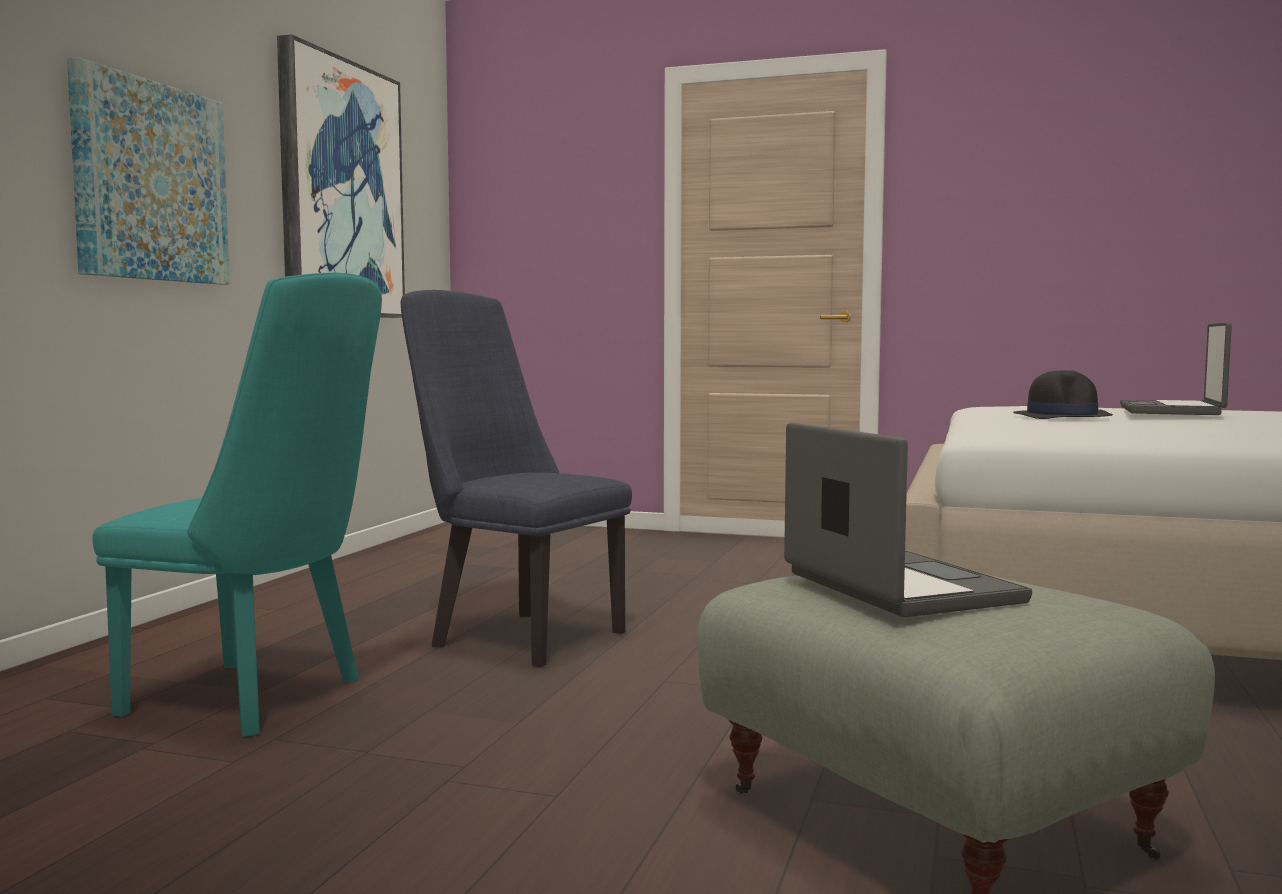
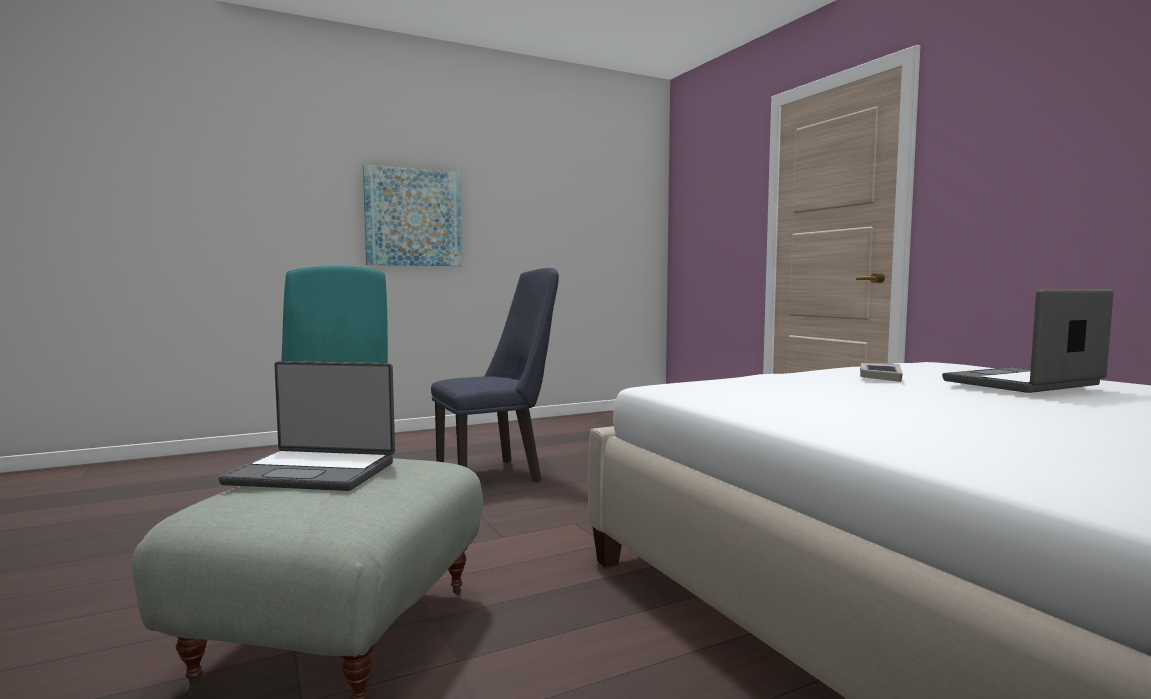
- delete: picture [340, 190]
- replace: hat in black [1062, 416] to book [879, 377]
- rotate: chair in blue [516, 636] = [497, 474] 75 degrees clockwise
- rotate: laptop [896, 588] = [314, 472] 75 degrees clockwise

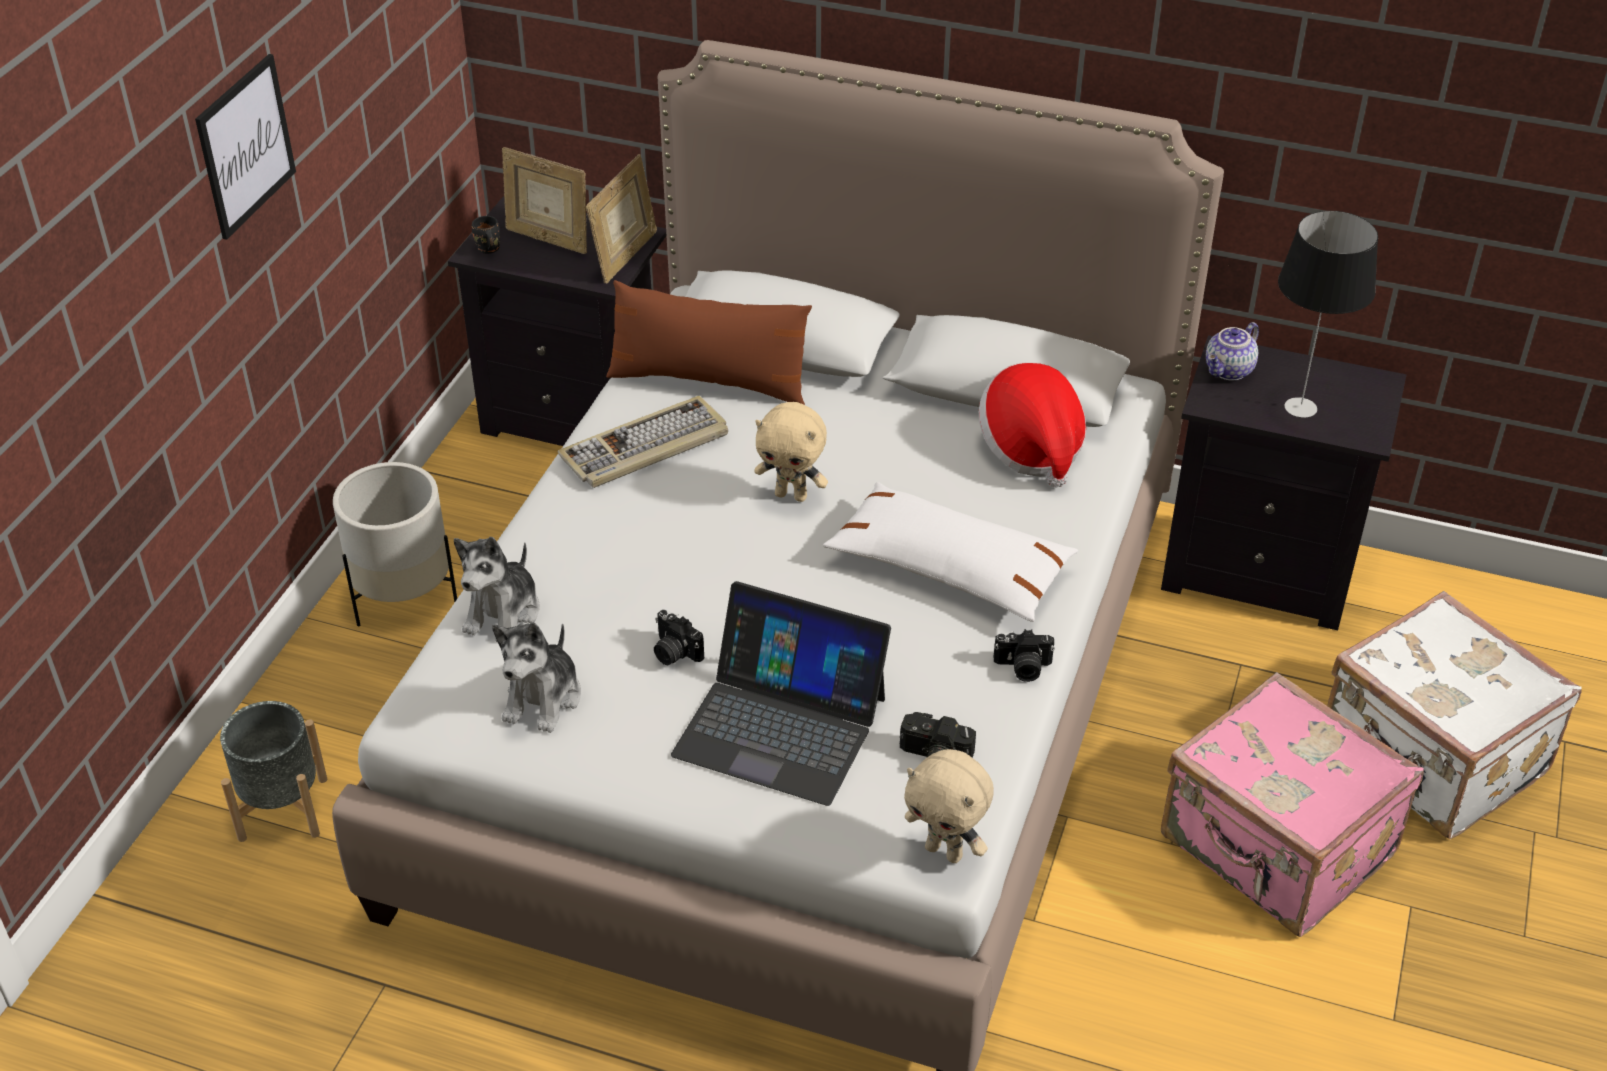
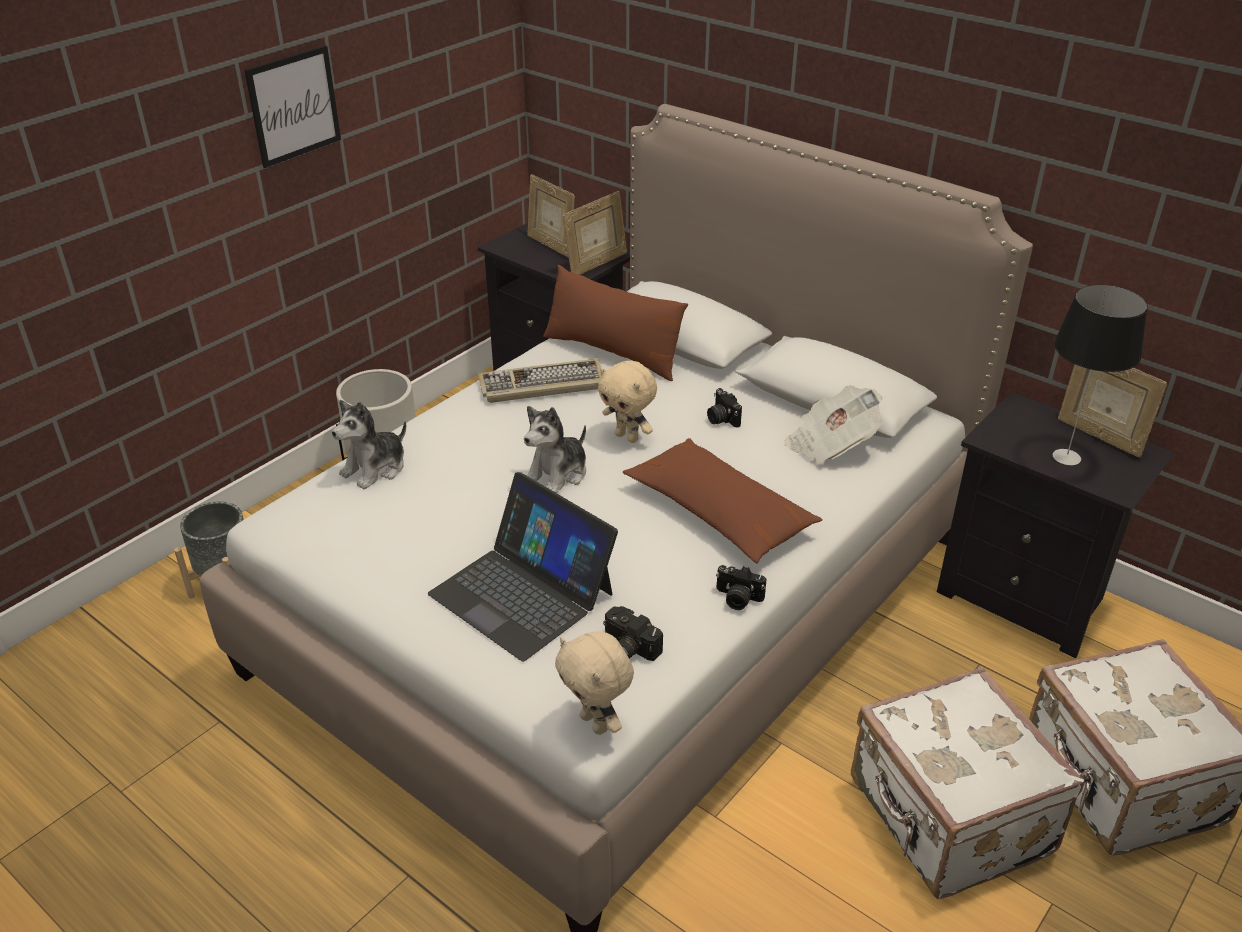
- delete: mug in black [487, 249]
- delete: teapot [1229, 371]
- insert: picture frame [1099, 436]
- move: plush toy [543, 698] to [558, 474]
- move: photo camera [674, 652] to [721, 419]
- replace: hat [1031, 448] to newspaper [830, 444]
- recolor: pillow in white [949, 568] to pillow in brown [719, 513]
- recolor: suitcase in pink [1275, 849] to suitcase in white [947, 819]

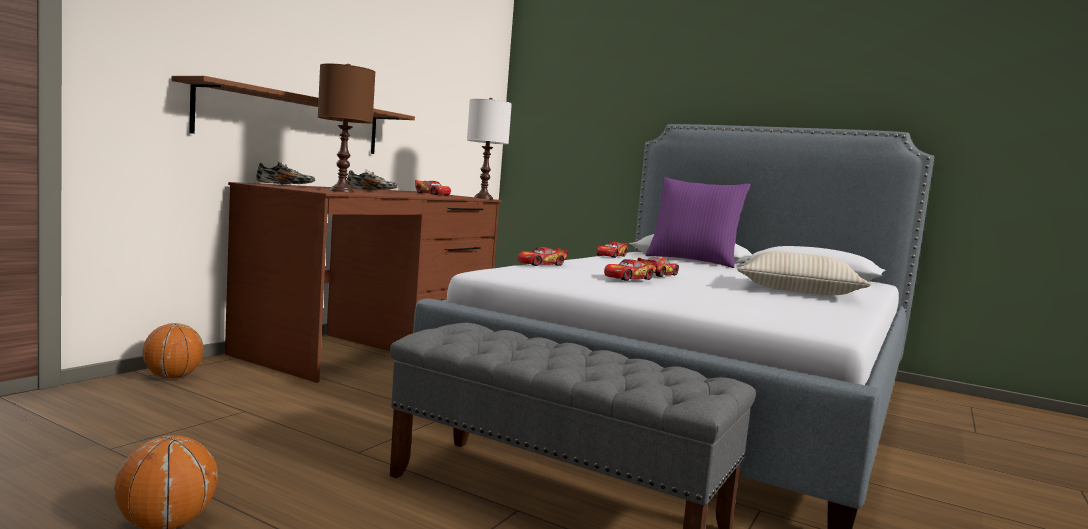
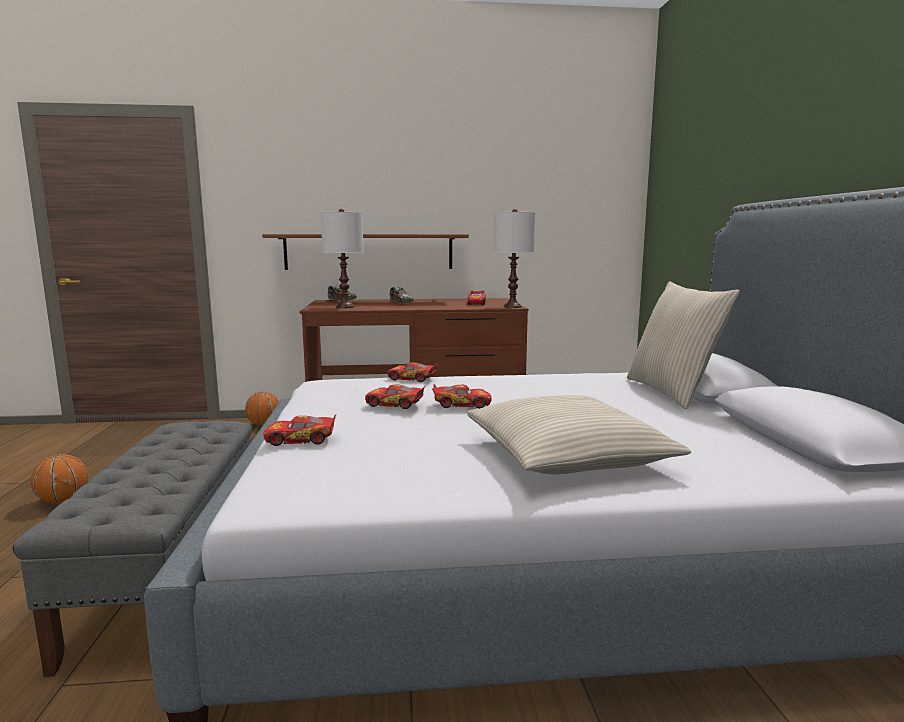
- move: toy car [611, 255] to [300, 439]
- recolor: table lamp in brown [341, 191] to table lamp in white [345, 307]
- recolor: pillow in purple [692, 261] to pillow in beige [672, 392]

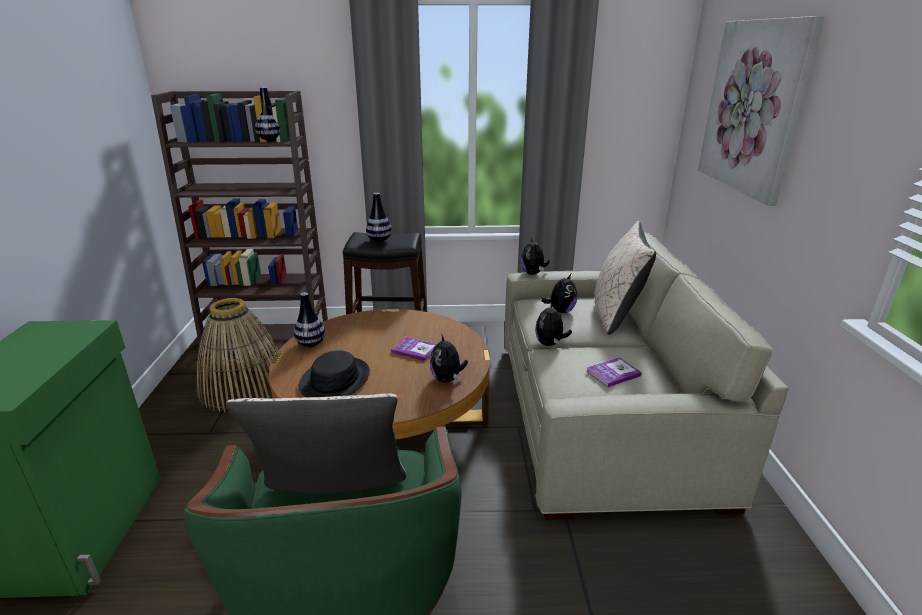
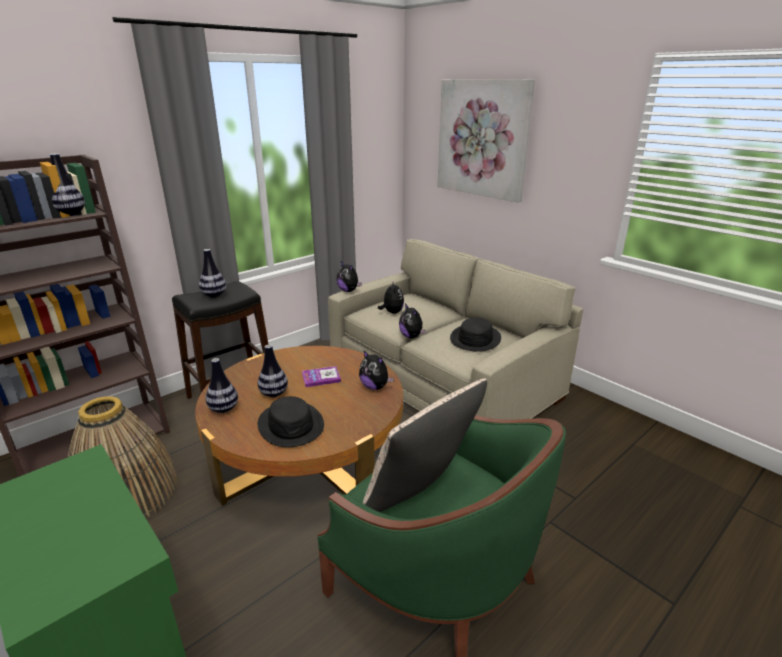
- delete: pillow in beige [616, 314]
- insert: vase [274, 393]
- replace: book [613, 373] to hat in black [475, 339]

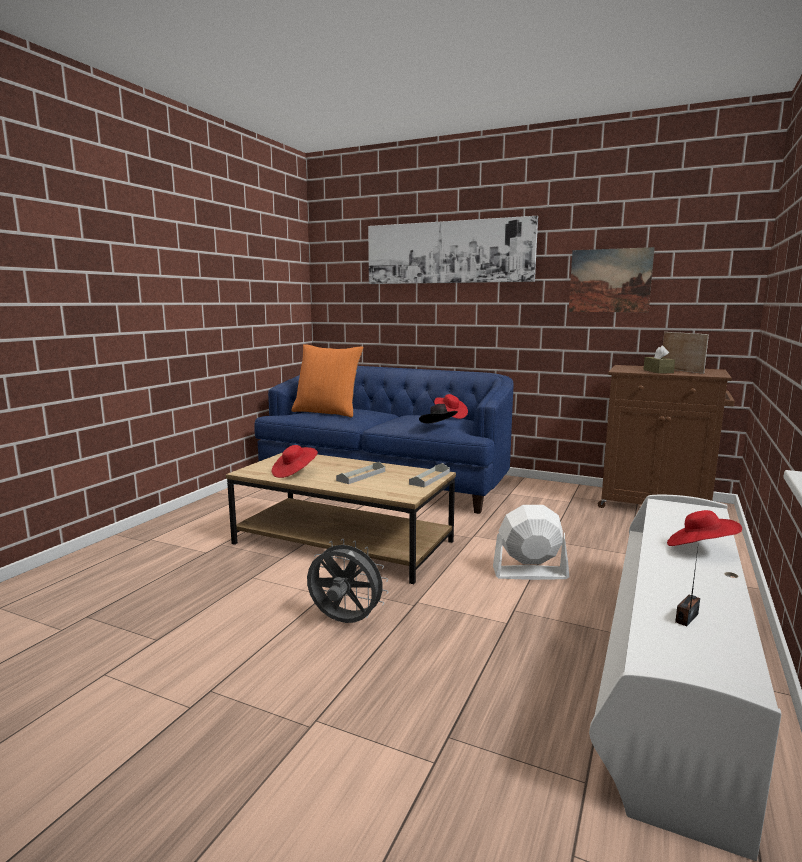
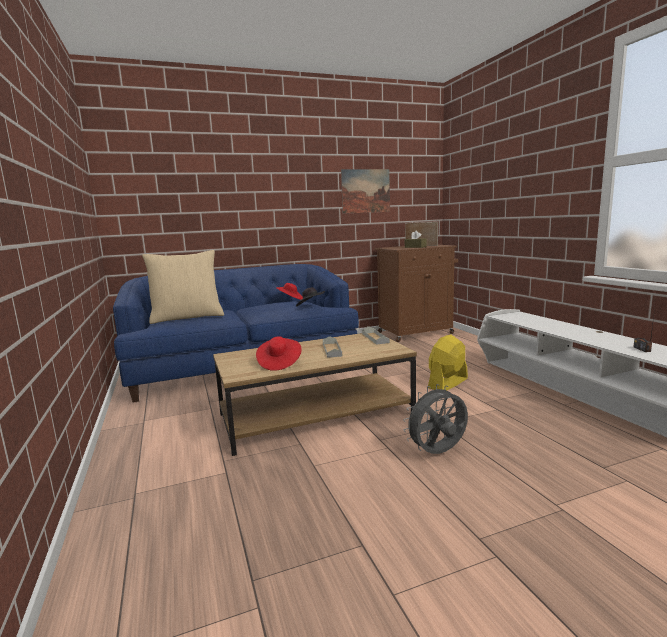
- delete: picture [448, 252]
- delete: hat in red [699, 548]
- recolor: pillow in orange [327, 412] to pillow in beige [187, 317]
- recolor: fan in white [529, 573] to fan in yellow [448, 383]

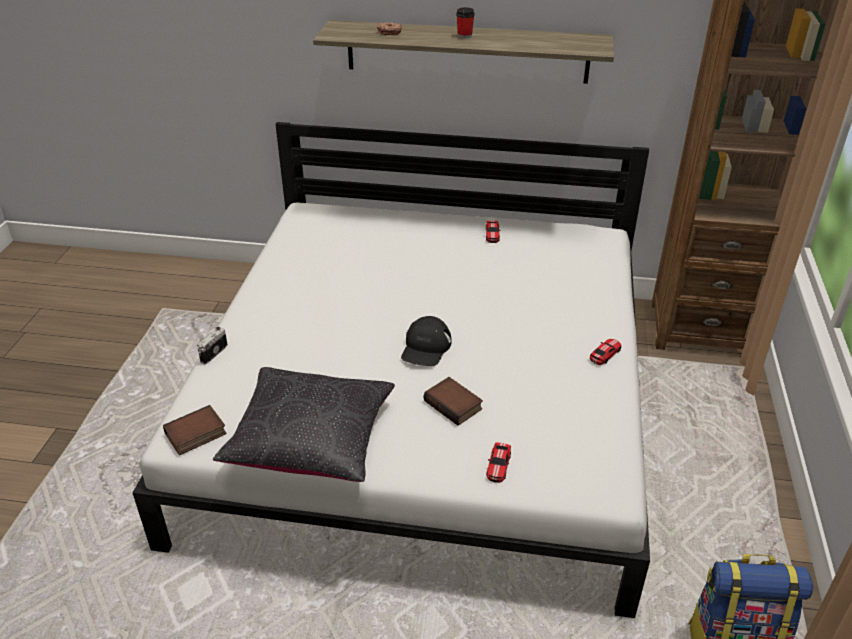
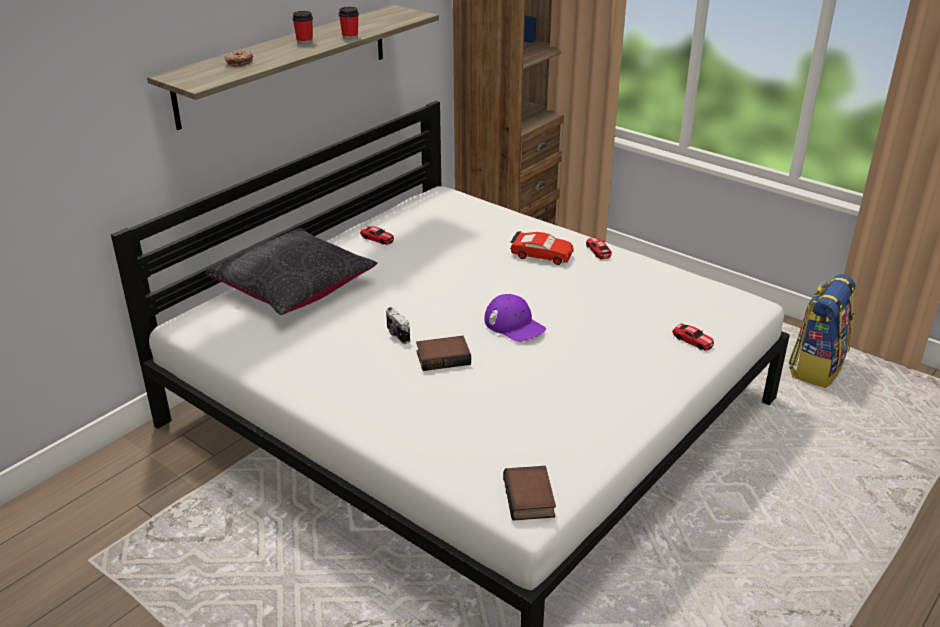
- insert: cup [350, 37]
- insert: toy car in red [541, 255]
- move: photo camera [213, 353] to [397, 335]
- move: pillow in black [310, 439] to [293, 287]
- move: book [454, 405] to [444, 357]
- recolor: cap in black [426, 347] to cap in purple [514, 325]

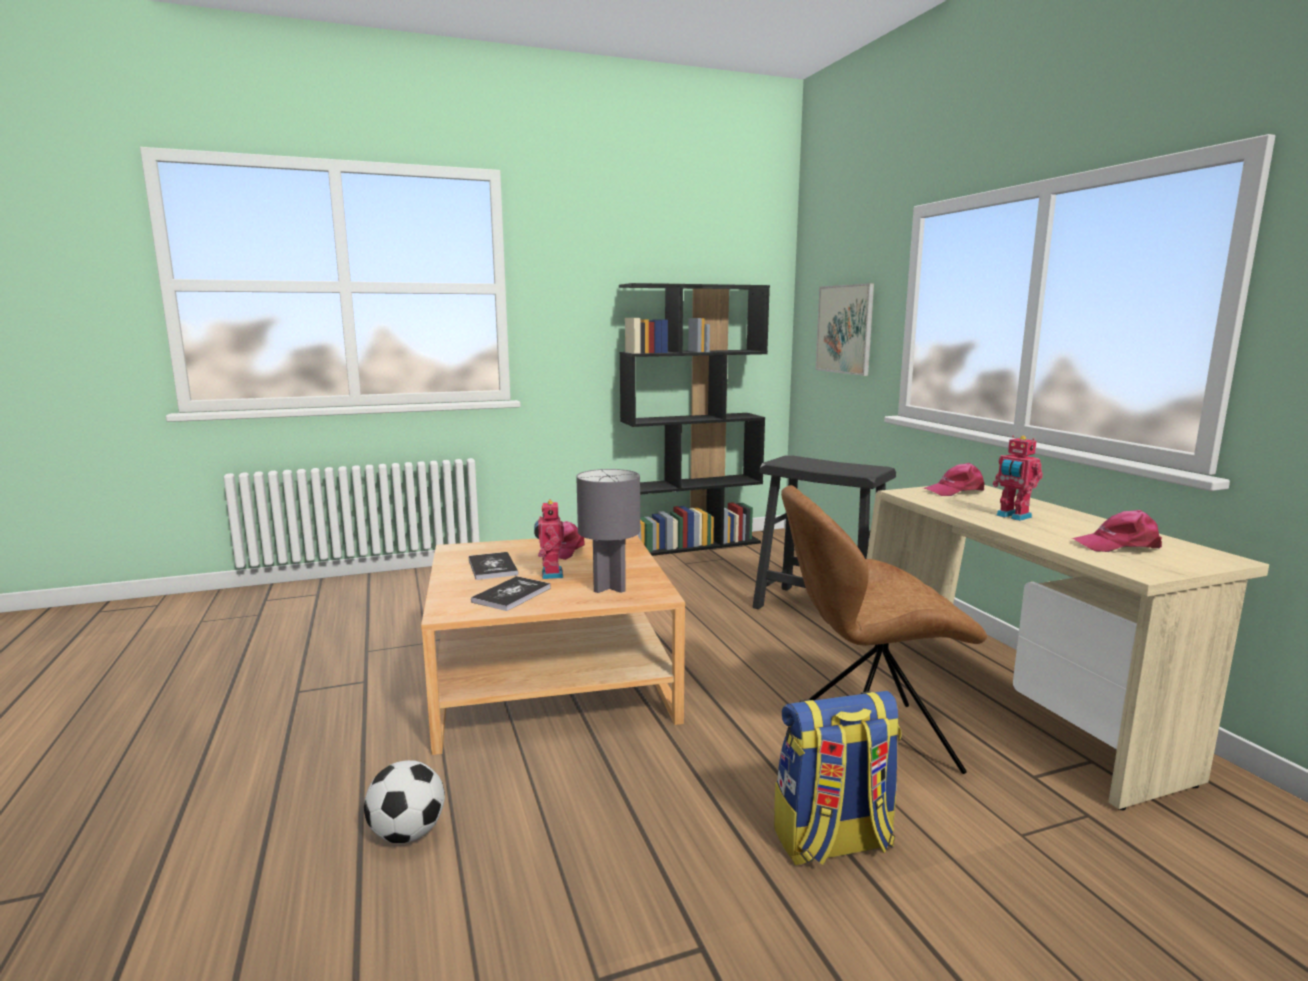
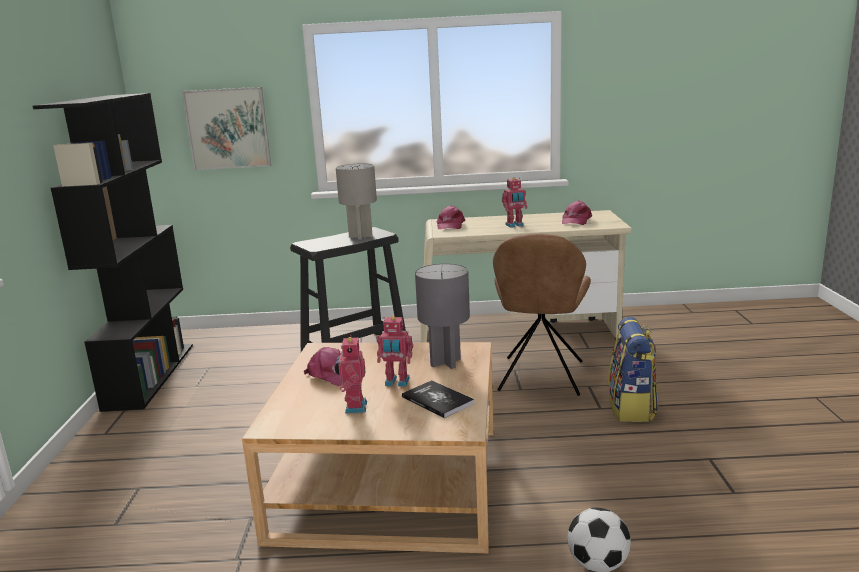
- insert: table lamp in grey [360, 236]
- replace: book [492, 567] to toy robot [354, 407]

